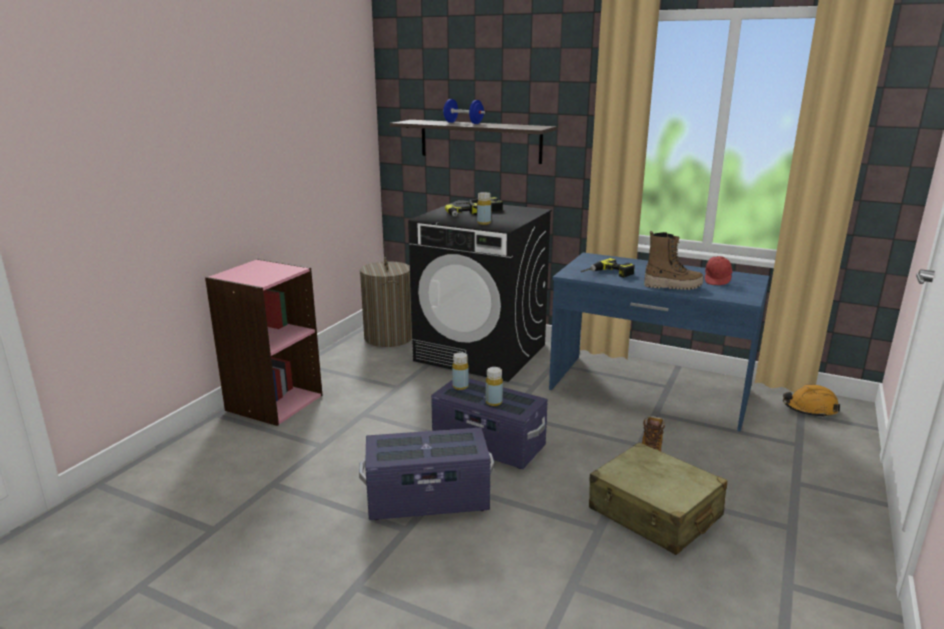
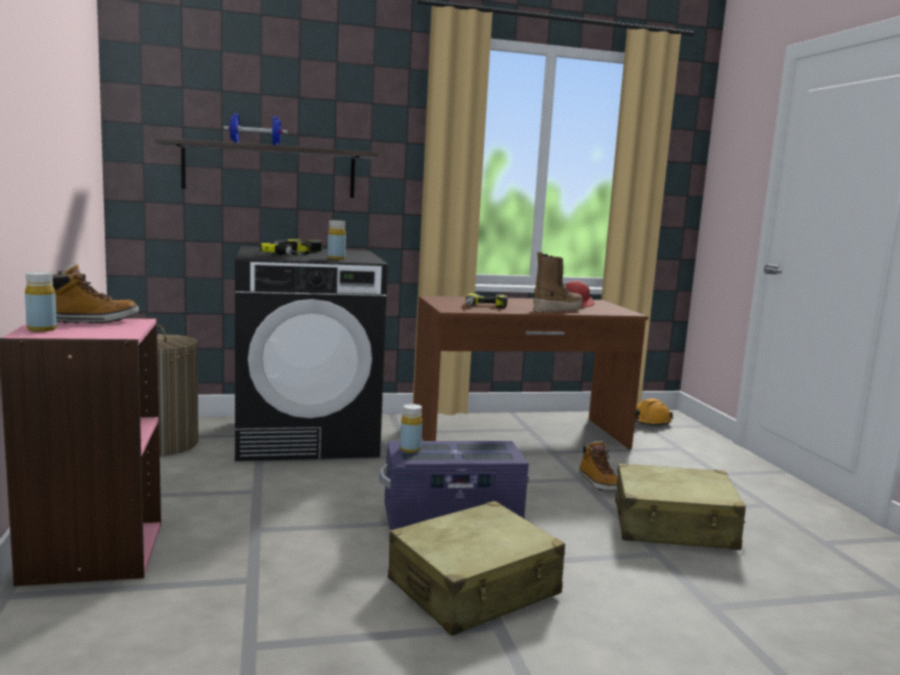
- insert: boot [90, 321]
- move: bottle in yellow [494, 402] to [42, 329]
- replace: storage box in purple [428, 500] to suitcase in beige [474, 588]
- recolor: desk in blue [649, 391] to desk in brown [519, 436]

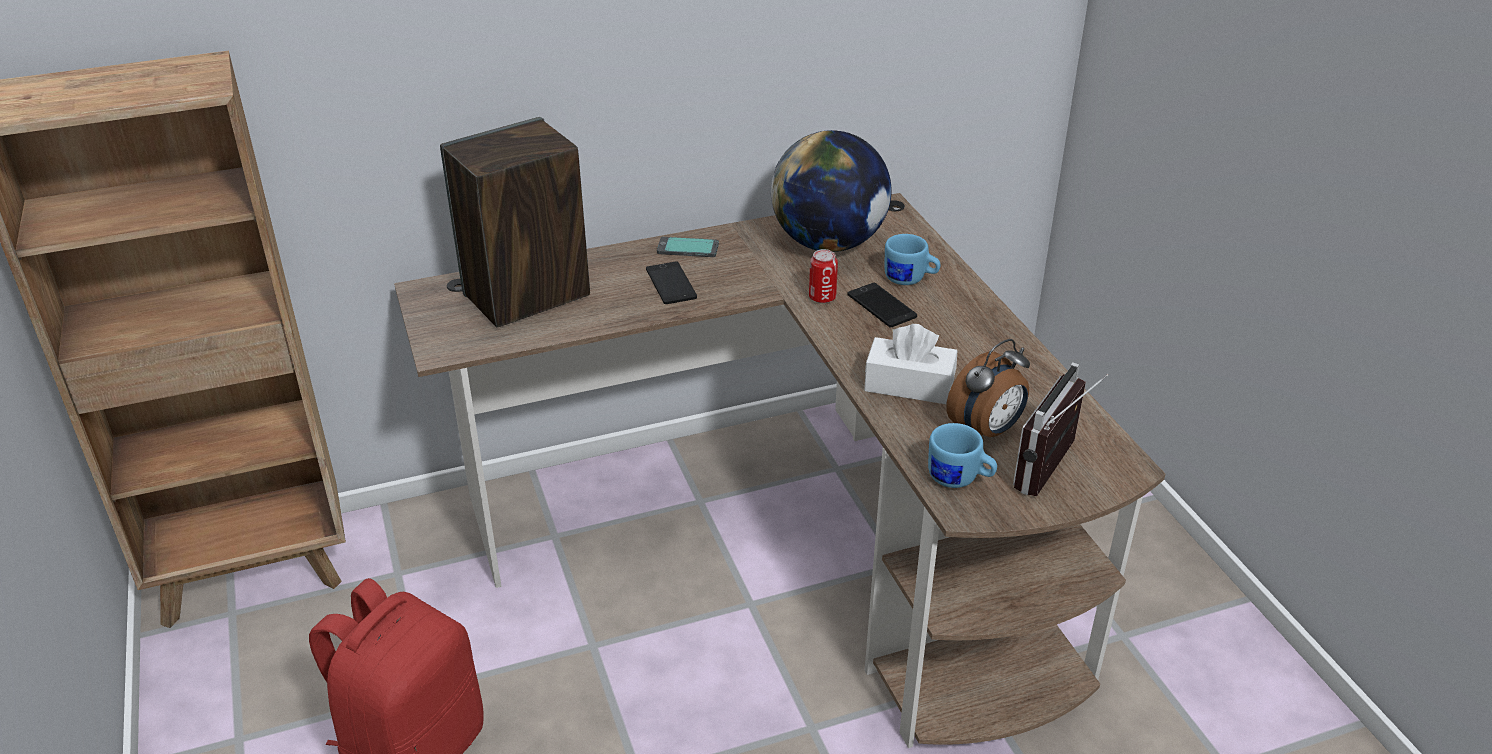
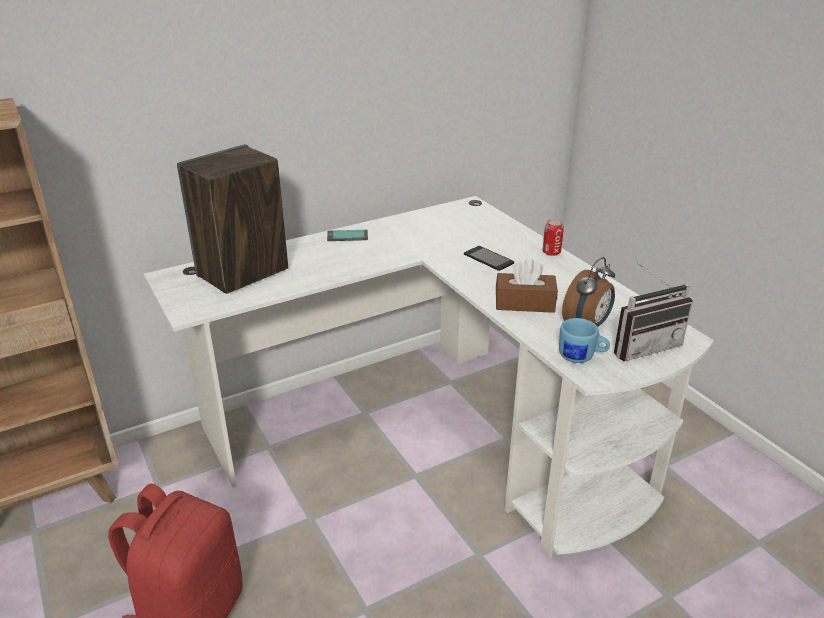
- delete: phone [671, 284]
- delete: globe [829, 243]
- delete: mug in blue [910, 280]
- move: can [822, 297] to [551, 252]
- recolor: desk in brown [795, 540] to desk in white [434, 430]
- recolor: tissue box in white [909, 385] to tissue box in brown [524, 303]
- rotate: radio [1055, 471] = [643, 346] 135 degrees counterclockwise

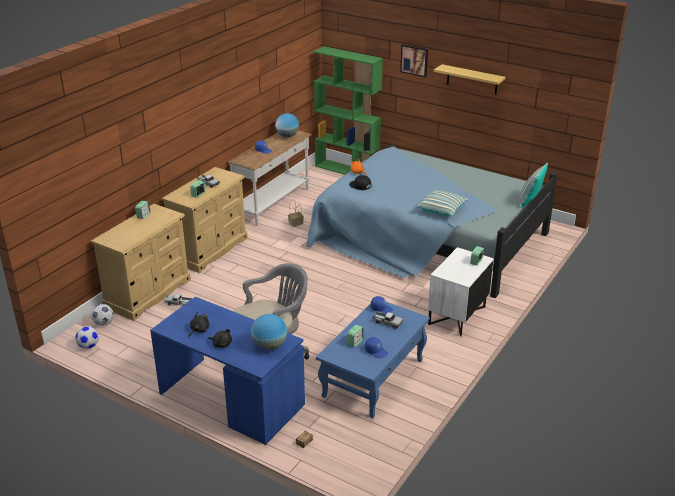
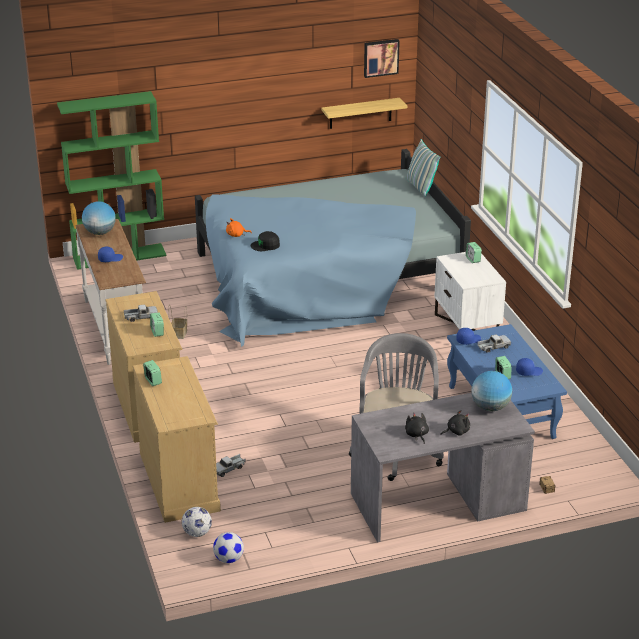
- delete: pillow [442, 209]
- move: picture [414, 60] to [380, 57]
- move: shelf [472, 79] to [360, 113]
- recolor: desk in blue [230, 399] to desk in grey [437, 503]

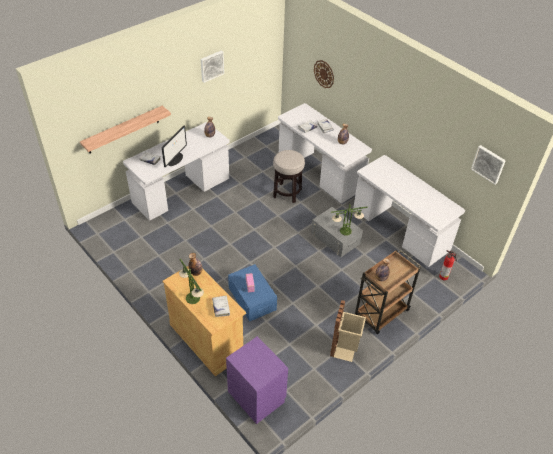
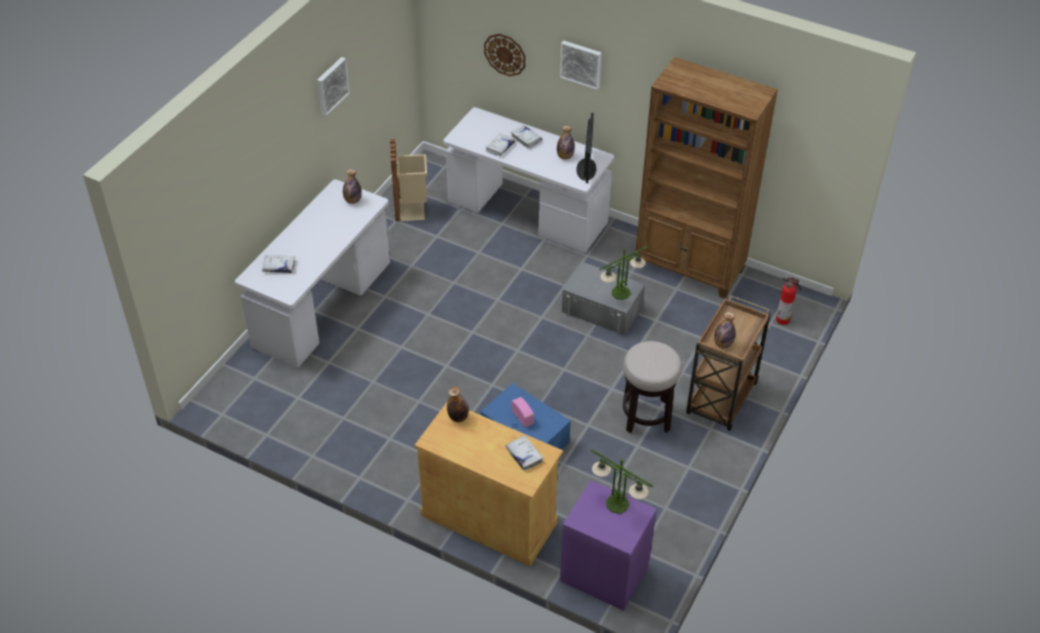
- delete: shelf [123, 130]
- move: monitor [175, 159] to [586, 169]
- move: table lamp [193, 298] to [617, 504]
- move: stool [287, 193] to [646, 416]
- move: trash can in beige [345, 348] to [411, 209]
- move: picture [488, 164] to [581, 63]
- replace: desk in white [400, 230] to bookcase in brown [690, 268]

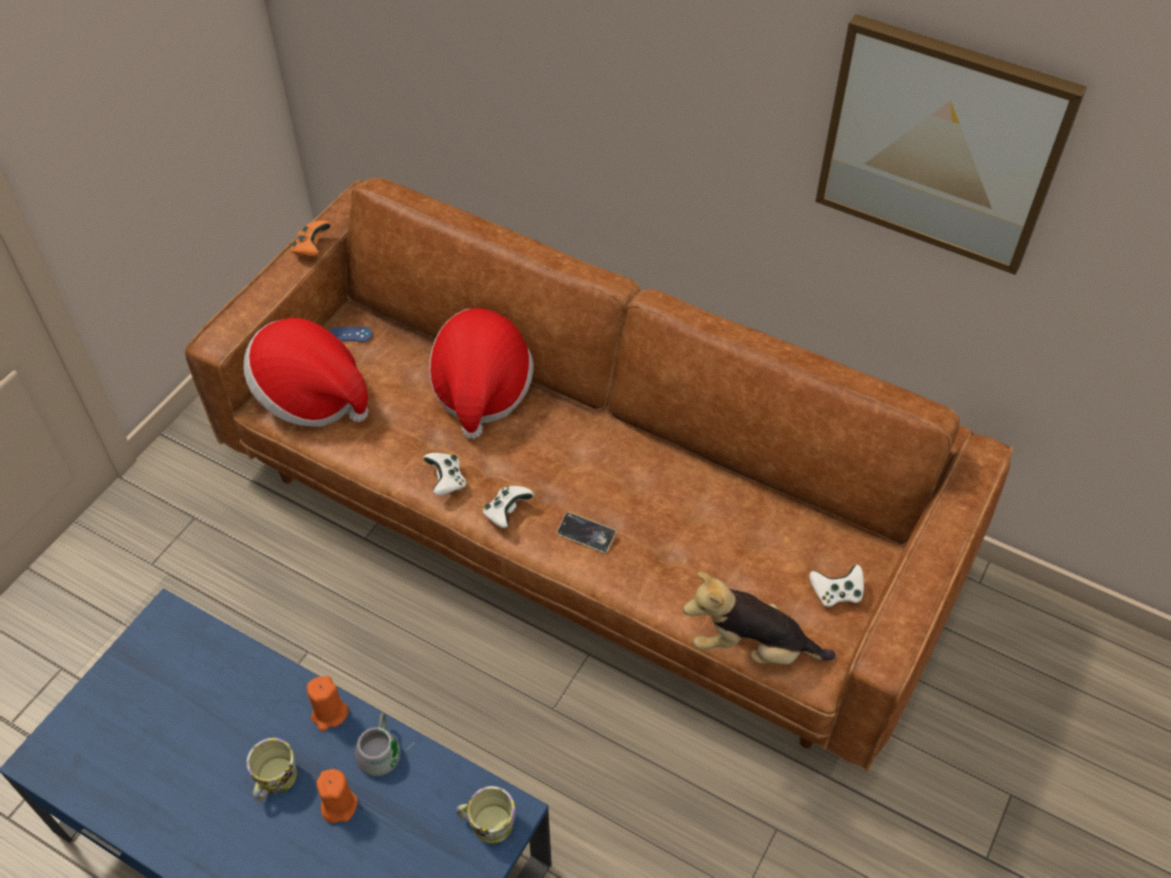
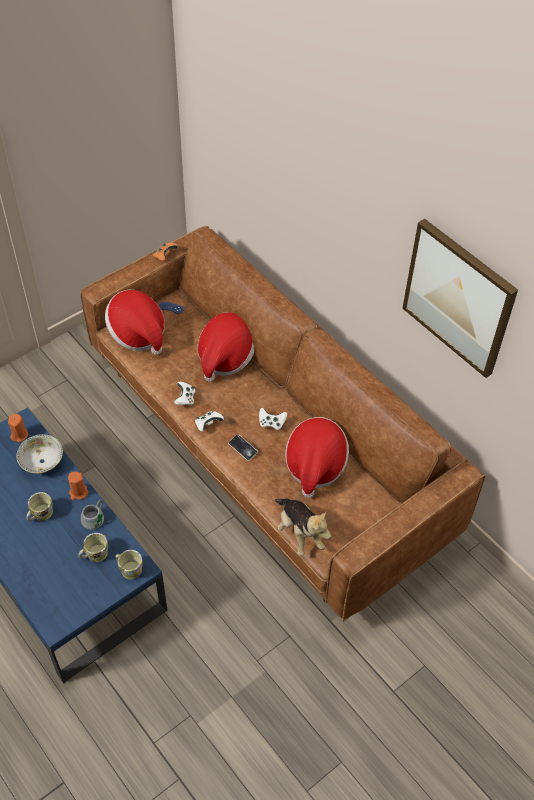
- insert: bowl [42, 462]
- insert: mug [94, 554]
- insert: hat [315, 465]
- move: candle in orange [339, 805] to [19, 435]
- move: game controller in white [836, 593] to [271, 423]
- rotate: plush toy [752, 647] = [299, 533] 150 degrees counterclockwise

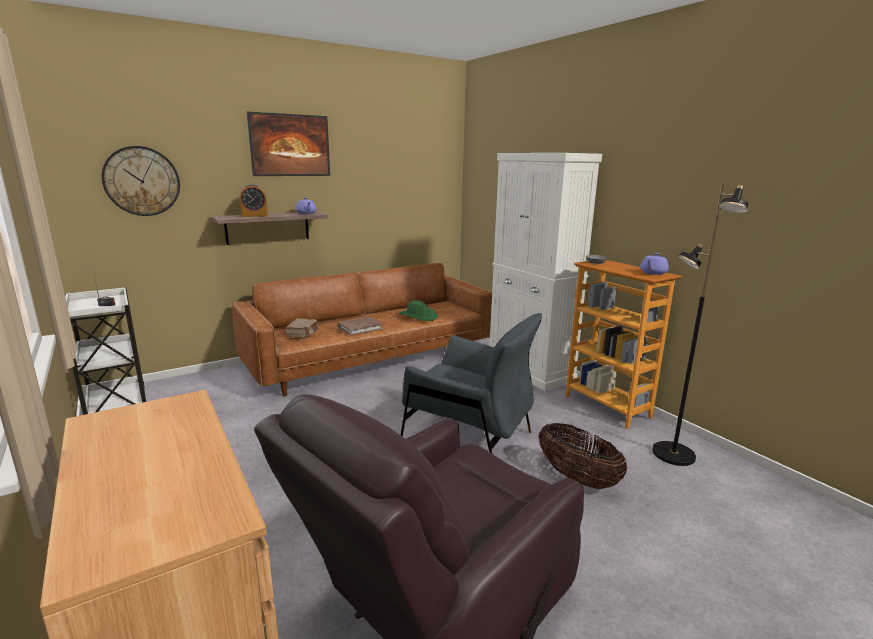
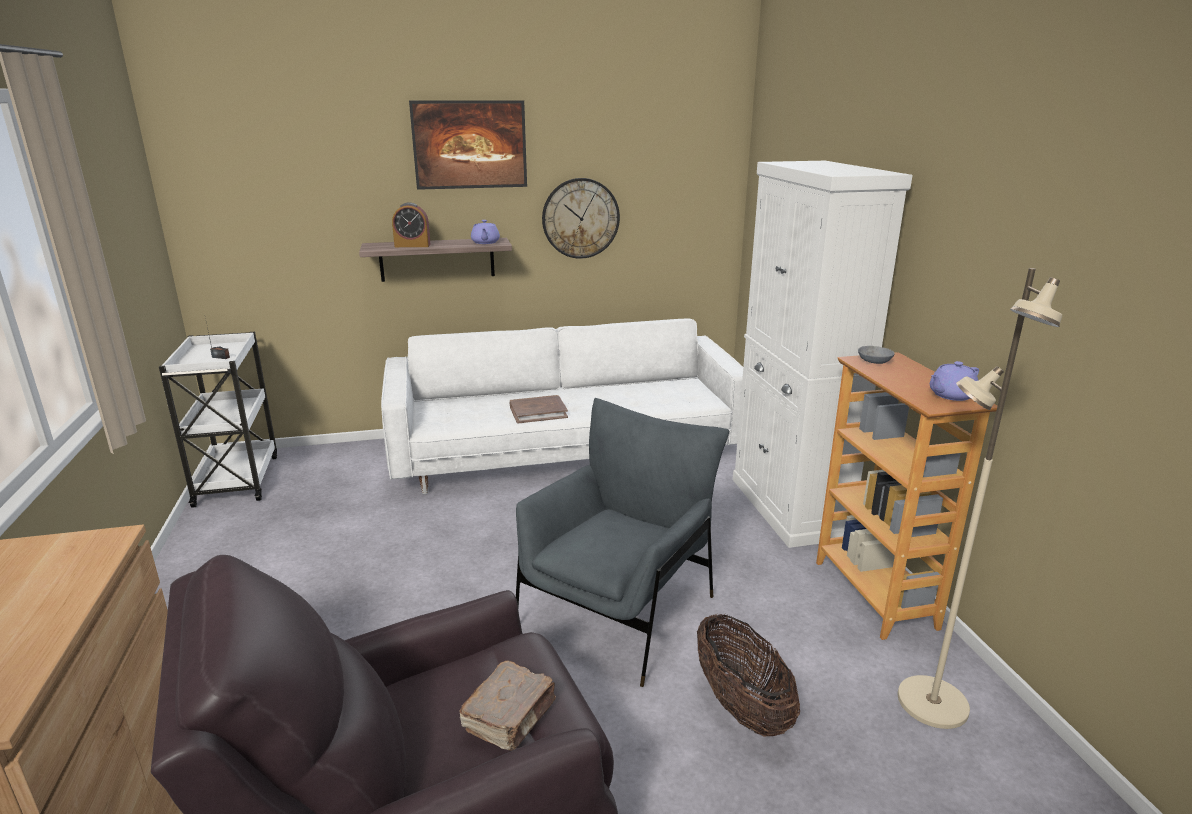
- delete: hat in green [418, 316]
- move: wall clock [142, 181] to [580, 218]
- move: book in brown [303, 333] to [511, 716]
- recolor: sofa in brown [370, 359] to sofa in white [565, 452]
- recolor: floor lamp in black [672, 454] to floor lamp in beige [931, 703]
- rotate: armchair in grey [468, 442] = [618, 611] 105 degrees counterclockwise

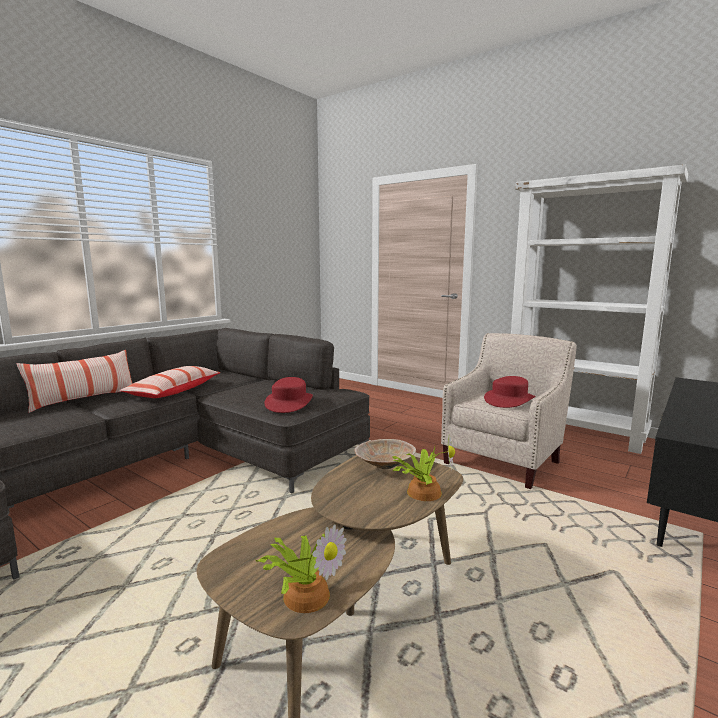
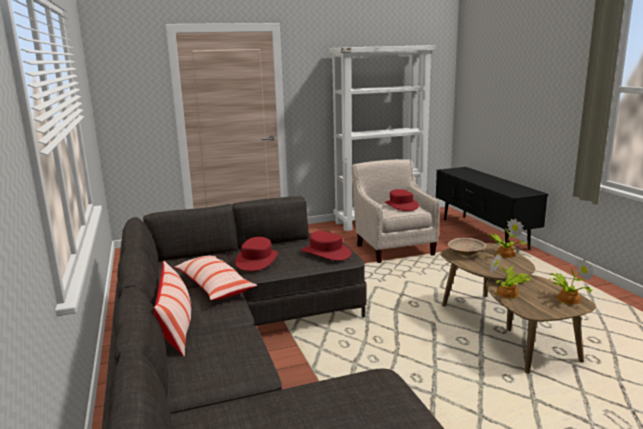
- insert: hat in red [257, 260]
- insert: potted plant [508, 294]

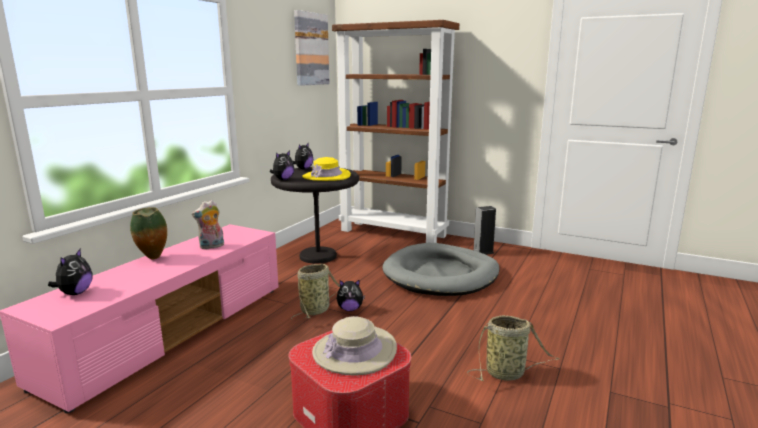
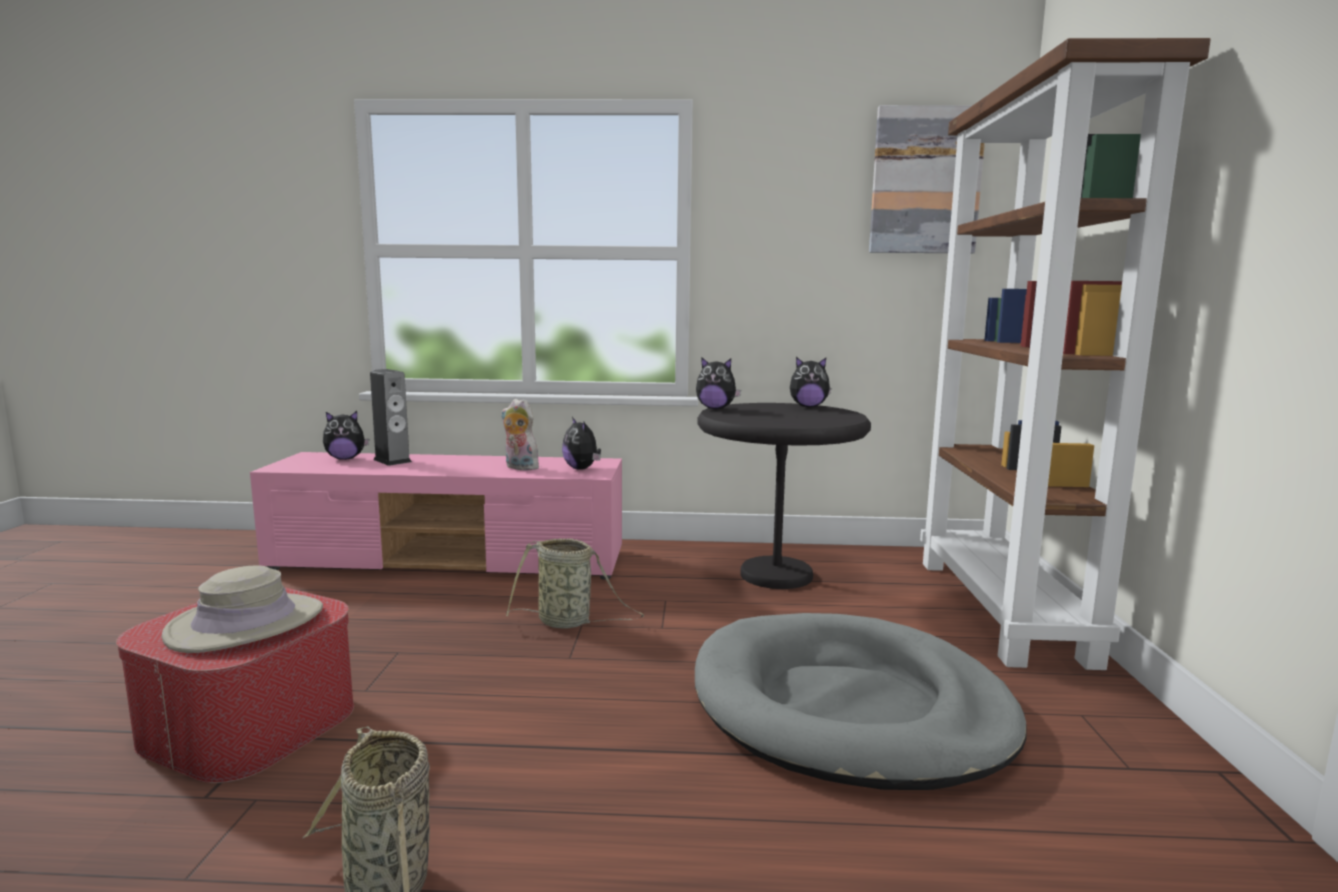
- delete: vase [153, 258]
- delete: hat in yellow [326, 176]
- move: plush toy [350, 309] to [582, 469]
- move: speaker [483, 252] to [392, 460]

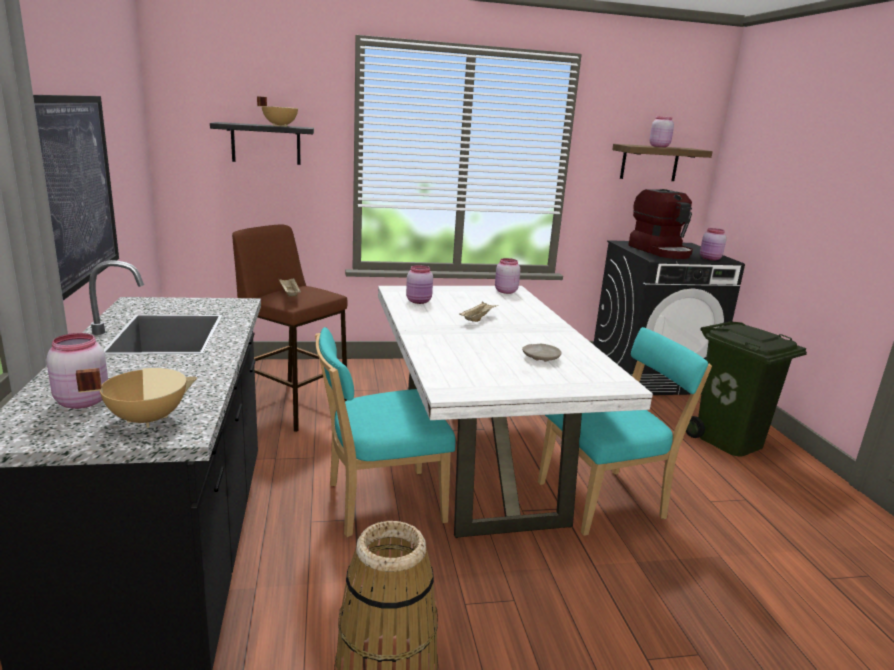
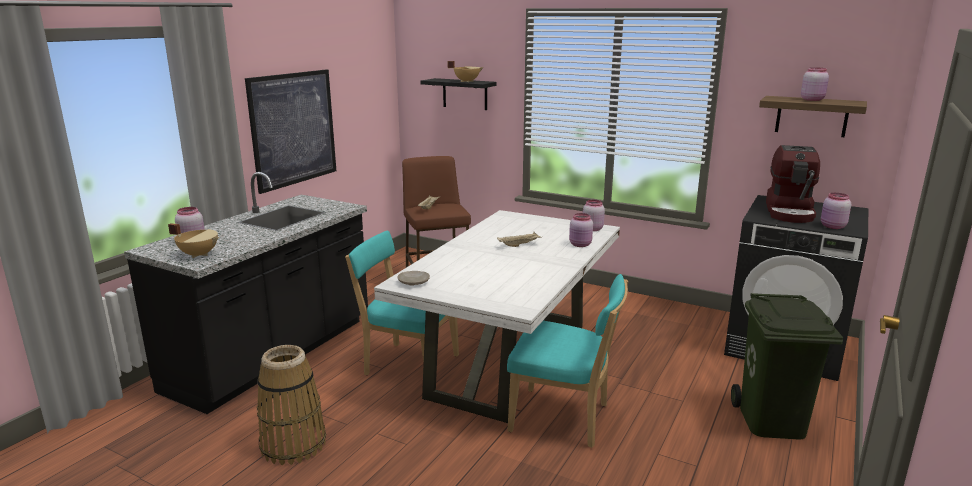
- move: jar in pink [419, 301] to [580, 245]
- move: plate in beige [541, 358] to [414, 282]

